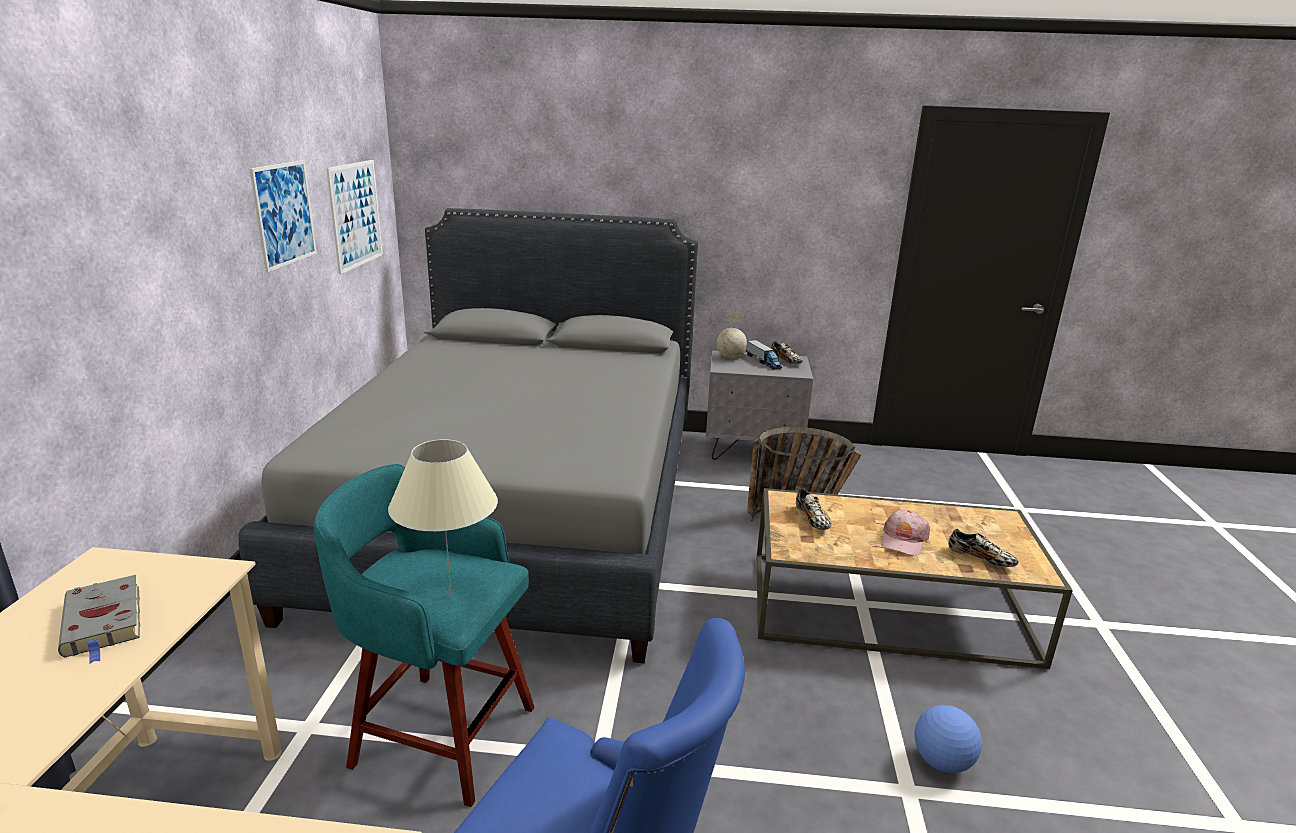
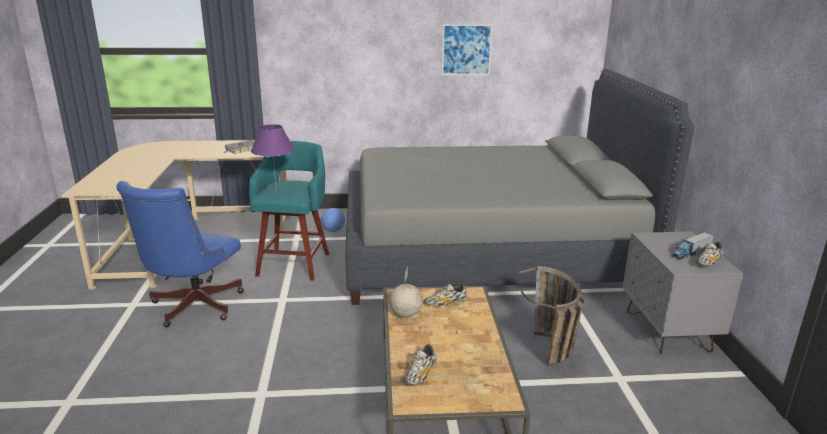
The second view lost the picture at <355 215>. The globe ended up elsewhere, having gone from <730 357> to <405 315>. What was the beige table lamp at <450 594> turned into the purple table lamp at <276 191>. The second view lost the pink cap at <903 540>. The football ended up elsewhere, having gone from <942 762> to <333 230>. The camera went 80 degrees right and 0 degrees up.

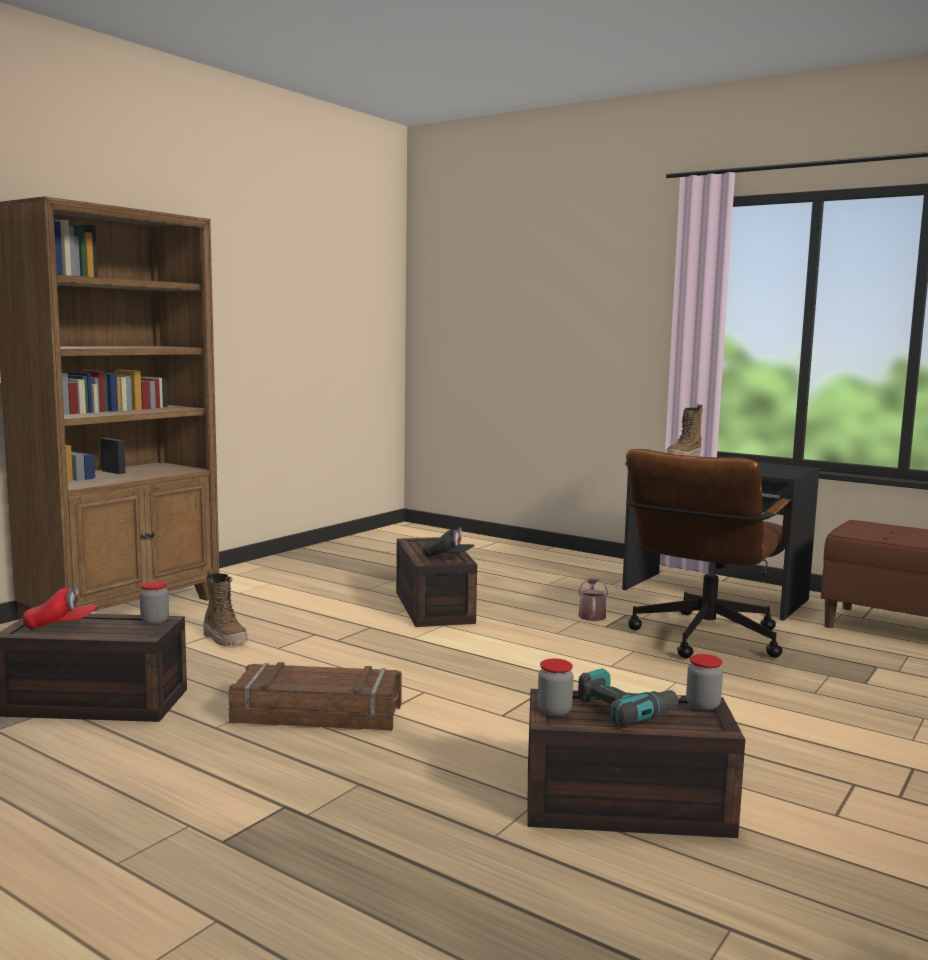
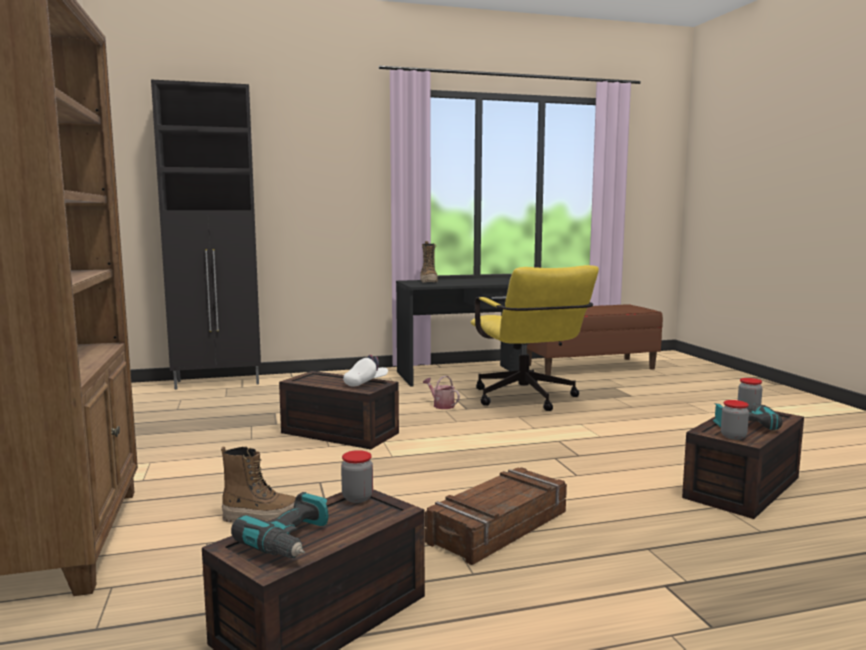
What was the brown office chair at <702 641> turned into the yellow office chair at <527 400>. What was the black cap at <448 557> turned into the white cap at <365 383>. Where the red cap stood at <61 626>, the power drill came to stand at <292 540>. The second view gained the black cabinet at <219 383>. The camera went 50 degrees left and 0 degrees up.

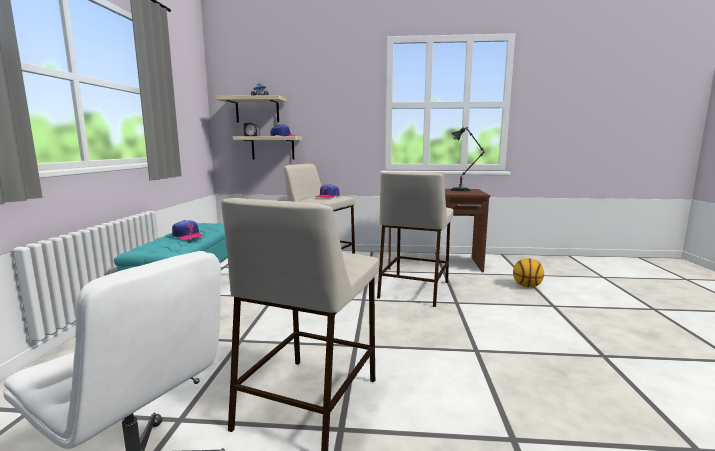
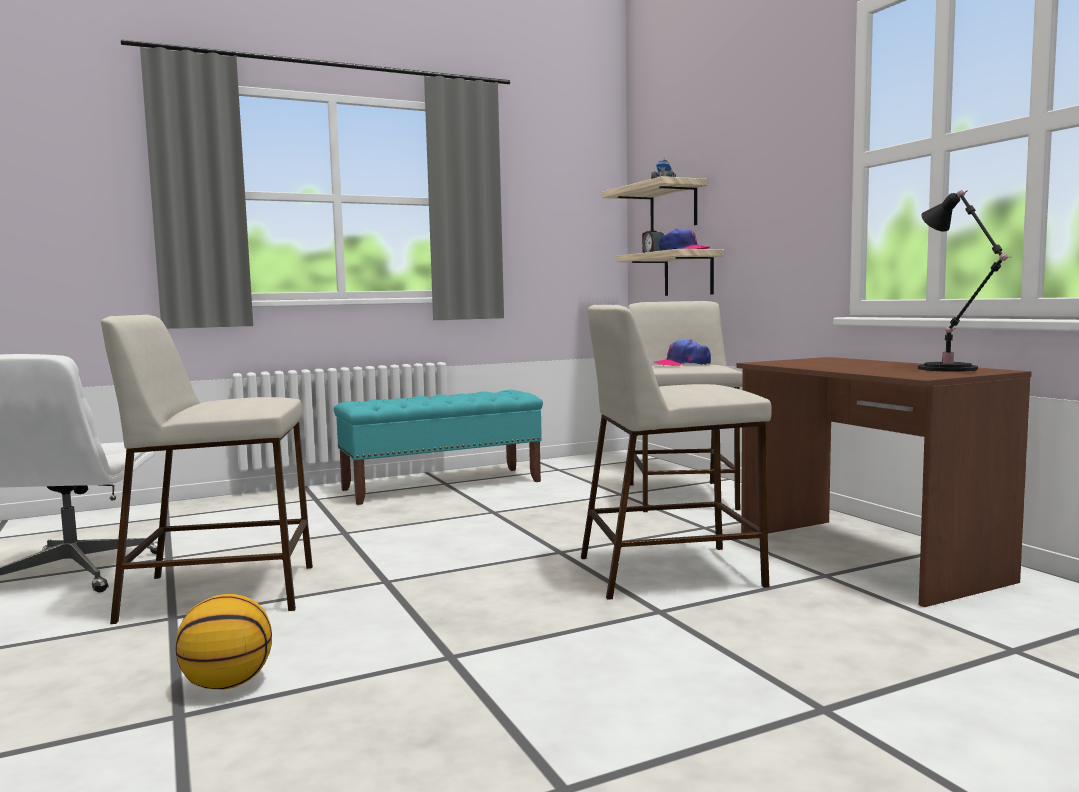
The second view lost the cap at <188 236>. The basketball ended up elsewhere, having gone from <527 286> to <228 684>. The camera went 60 degrees right and 5 degrees down.

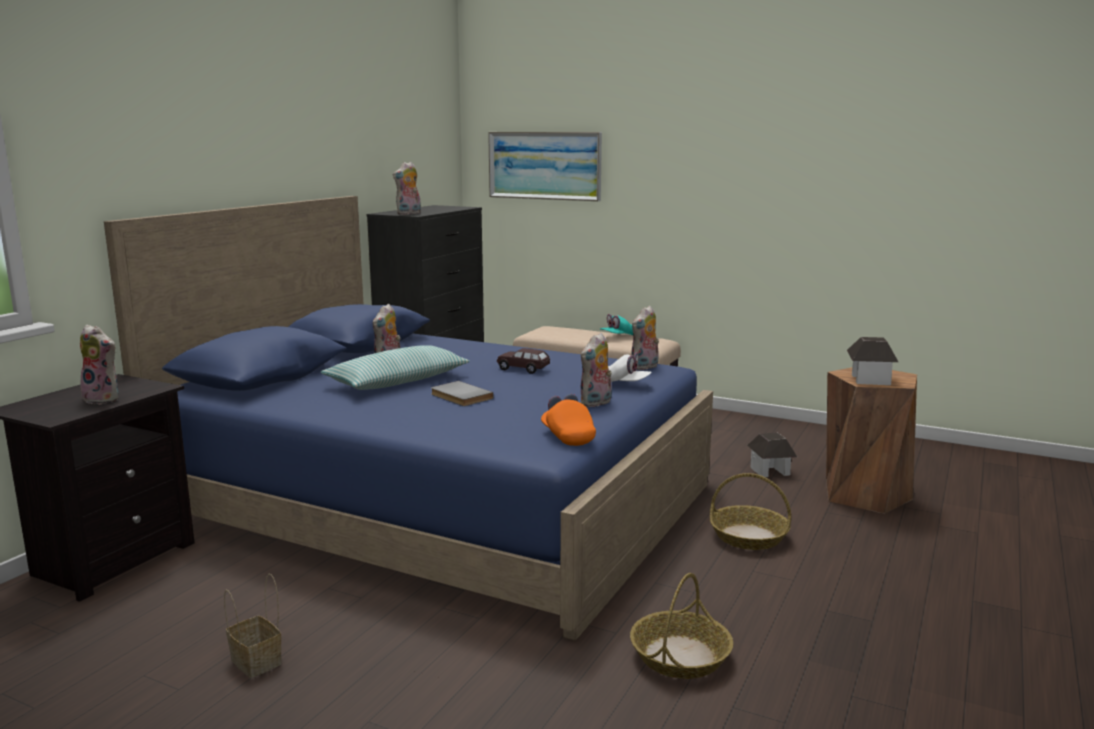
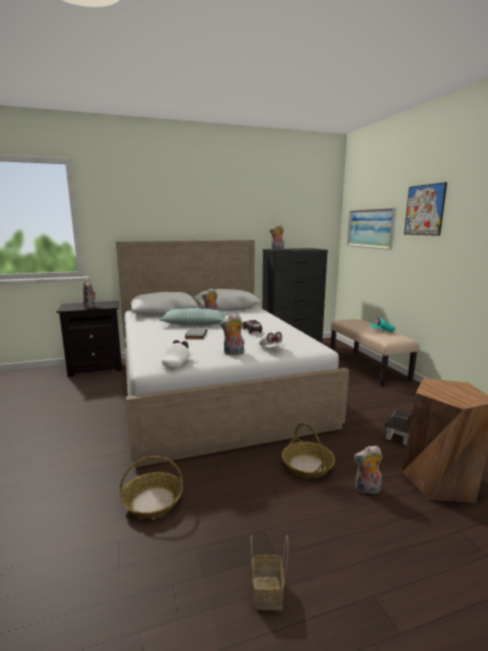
What was the blue bed at <440 501> turned into the white bed at <213 386>. The plush toy ended up elsewhere, having gone from <645 367> to <367 490>. The second view lost the toy house at <869 379>. What was the orange cap at <567 436> turned into the white cap at <177 363>. The basket ended up elsewhere, having gone from <258 662> to <268 594>. The second view gained the picture at <424 210>. The camera went 45 degrees right and 0 degrees up.

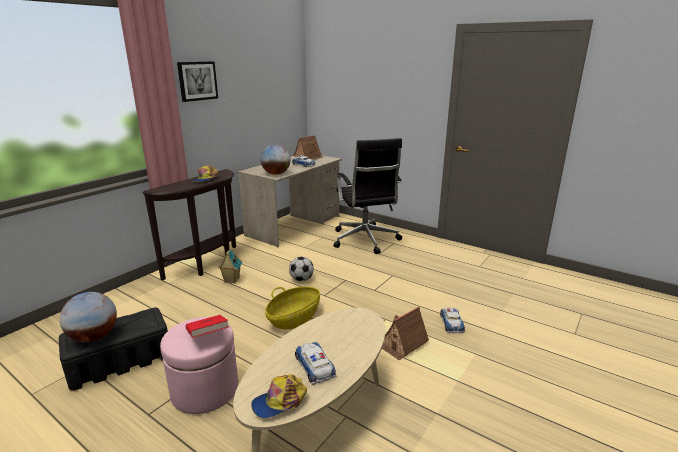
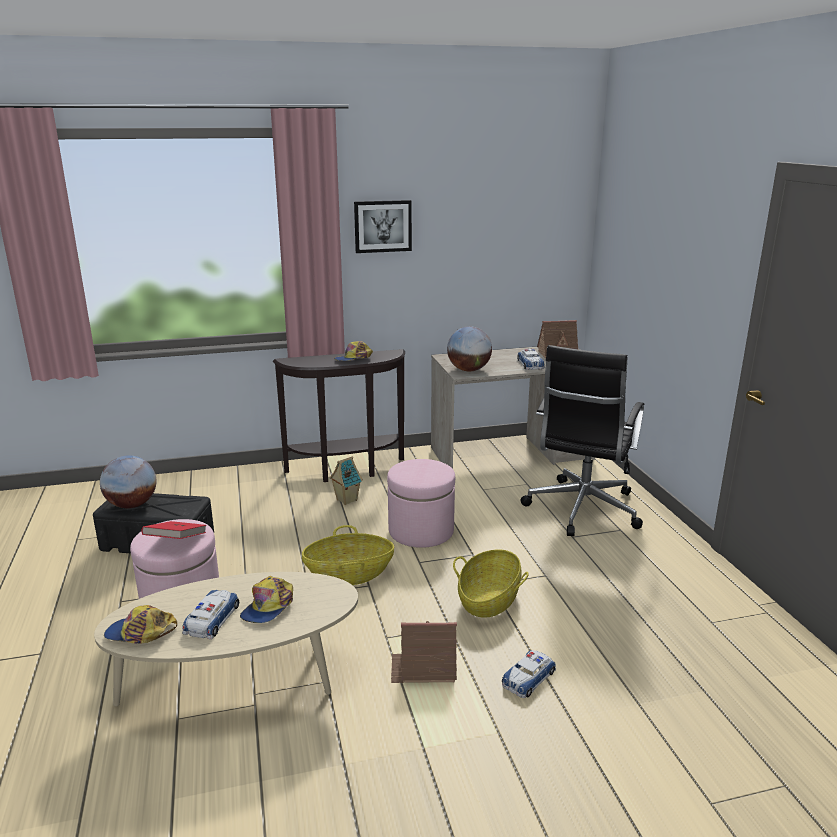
Where the football stood at <301 279>, the pink ottoman came to stand at <421 531>. The second view gained the basket at <489 599>. The second view gained the cap at <268 607>. The camera went 40 degrees right and 0 degrees up.

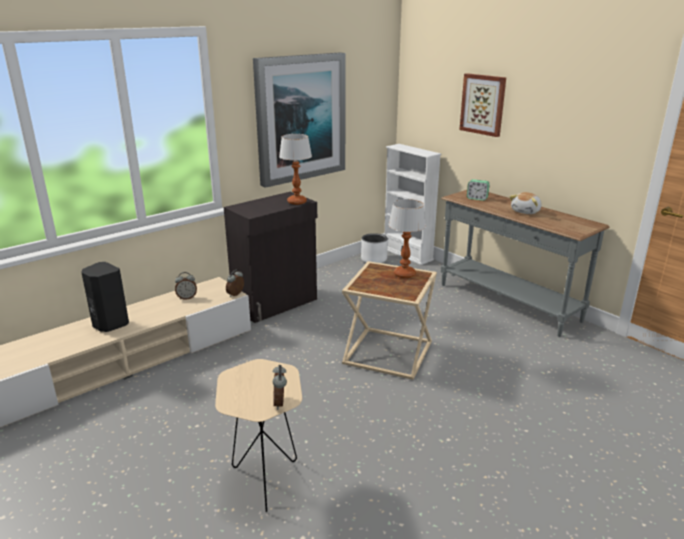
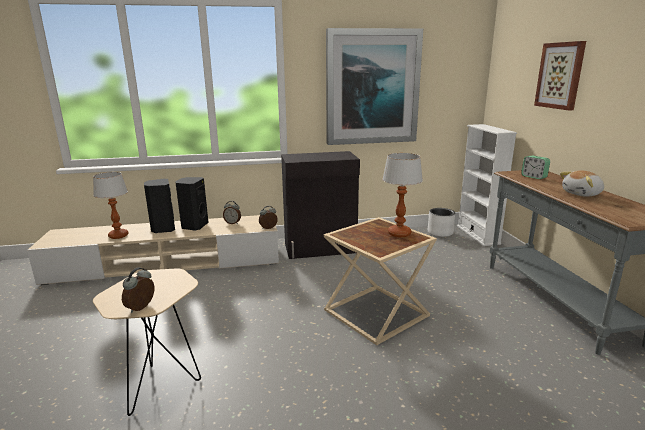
The table lamp ended up elsewhere, having gone from <297 202> to <119 236>. The second view gained the black speaker at <194 226>. The camera went 30 degrees right and 5 degrees down.

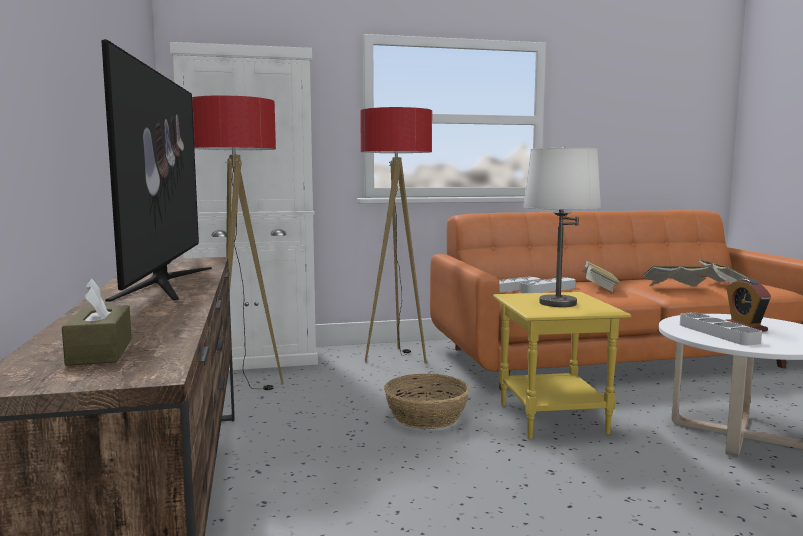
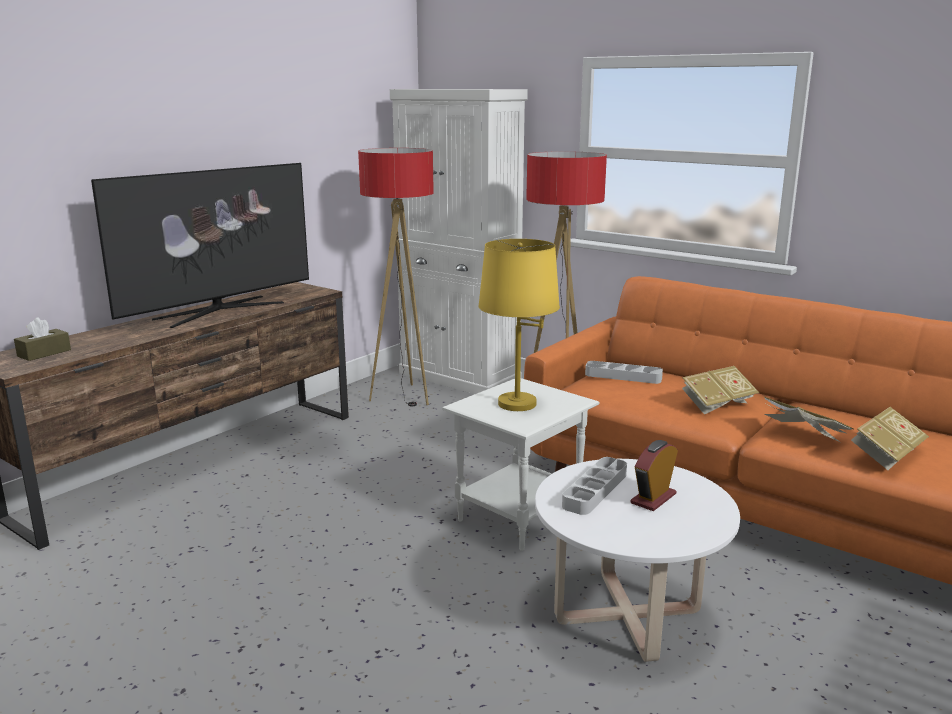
What was the white table lamp at <558 303> turned into the yellow table lamp at <516 404>. The second view lost the grey tray at <547 289>. What was the yellow side table at <553 419> turned into the white side table at <518 518>. The second view lost the basket at <427 416>. The camera went 50 degrees right and 10 degrees up.

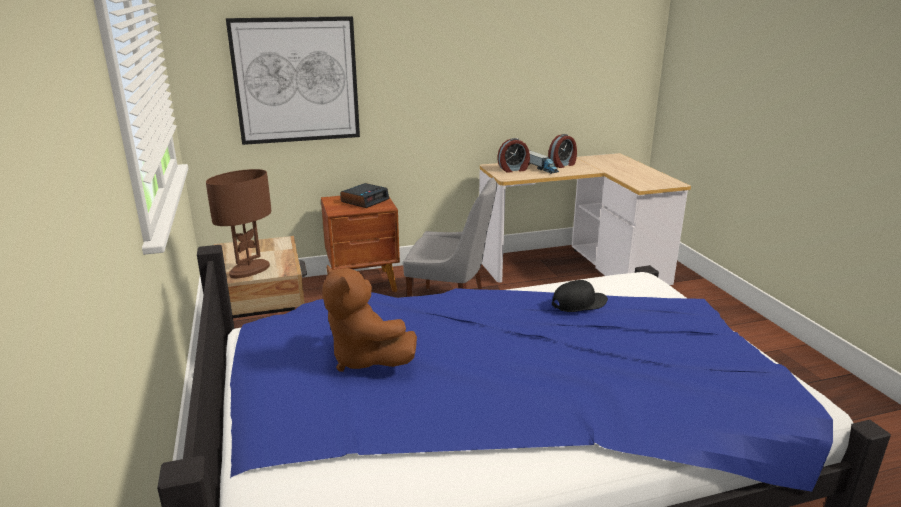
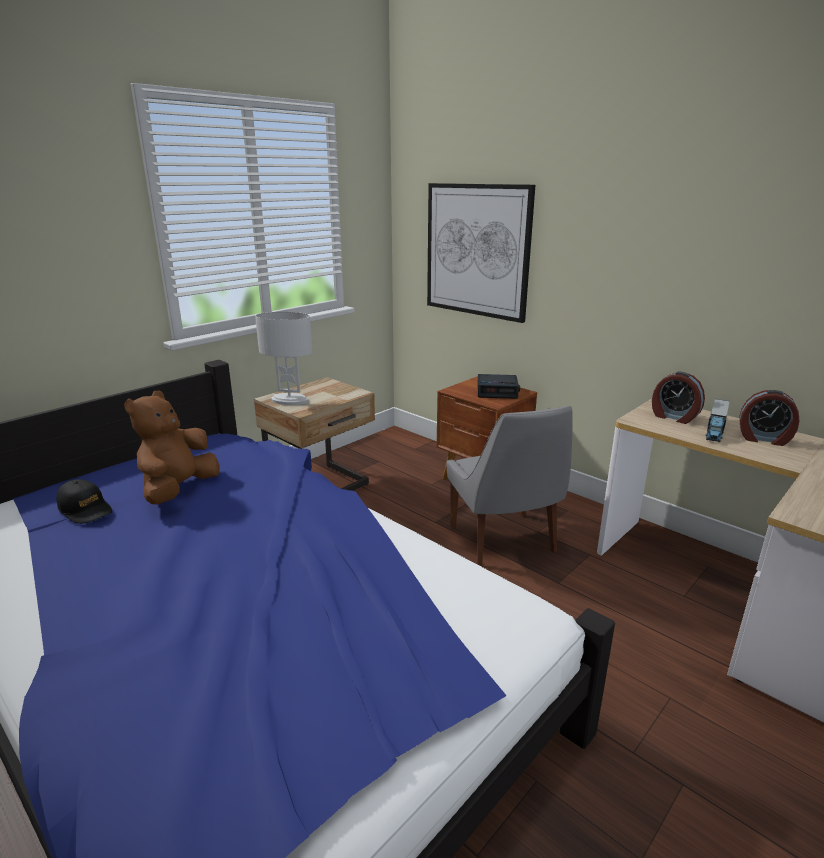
What was the brown table lamp at <250 270> turned into the white table lamp at <289 401>. The black cap ended up elsewhere, having gone from <579 303> to <85 509>. The camera went 60 degrees right and 0 degrees up.

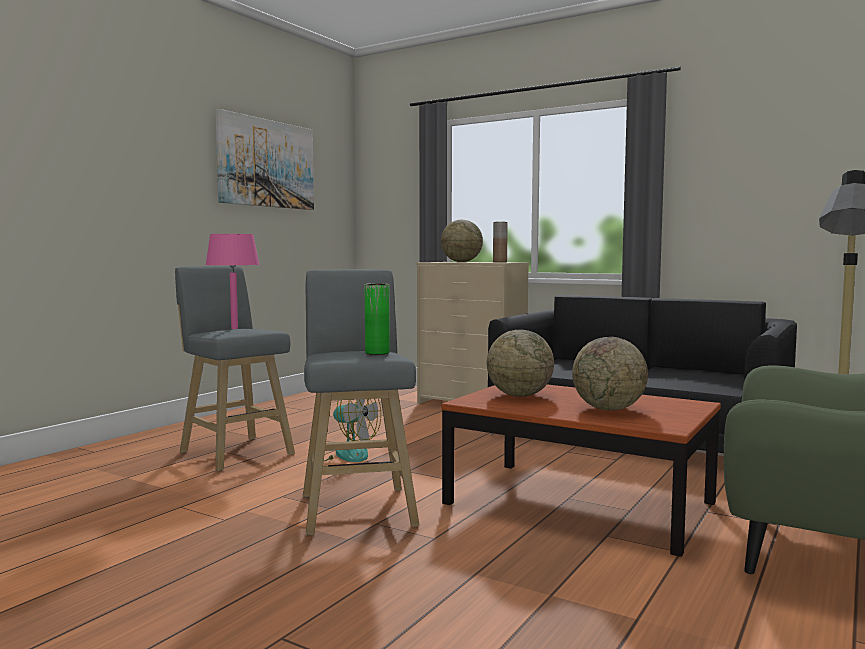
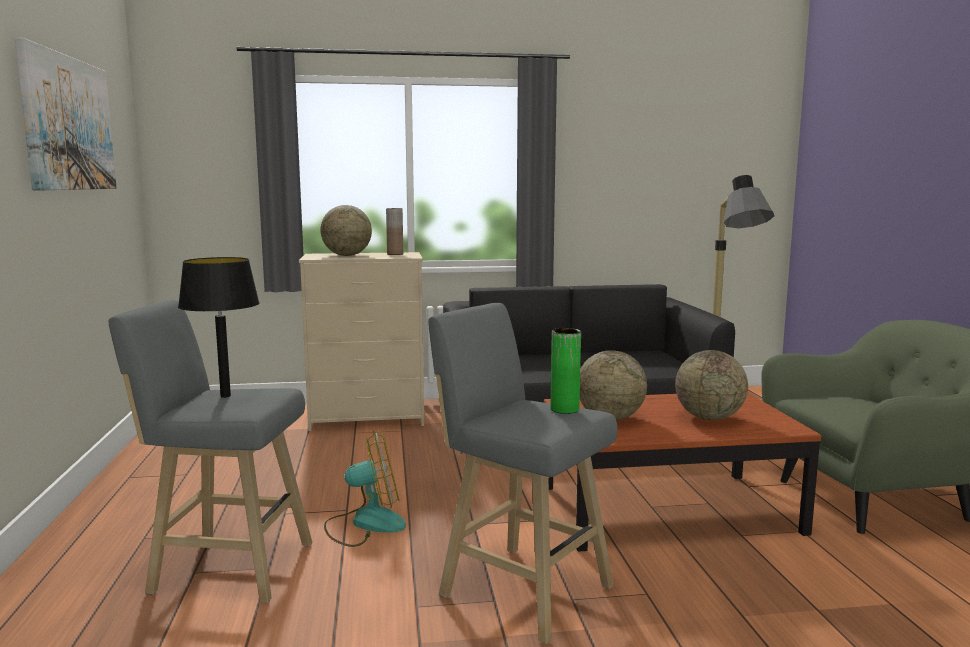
What was the pink table lamp at <234 328> turned into the black table lamp at <226 396>. The camera went 40 degrees left and 5 degrees up.

